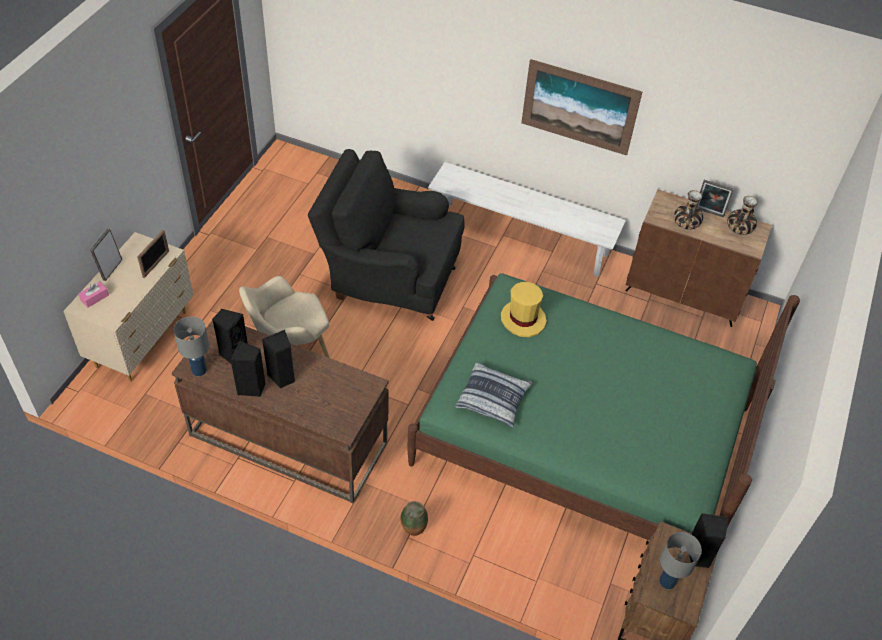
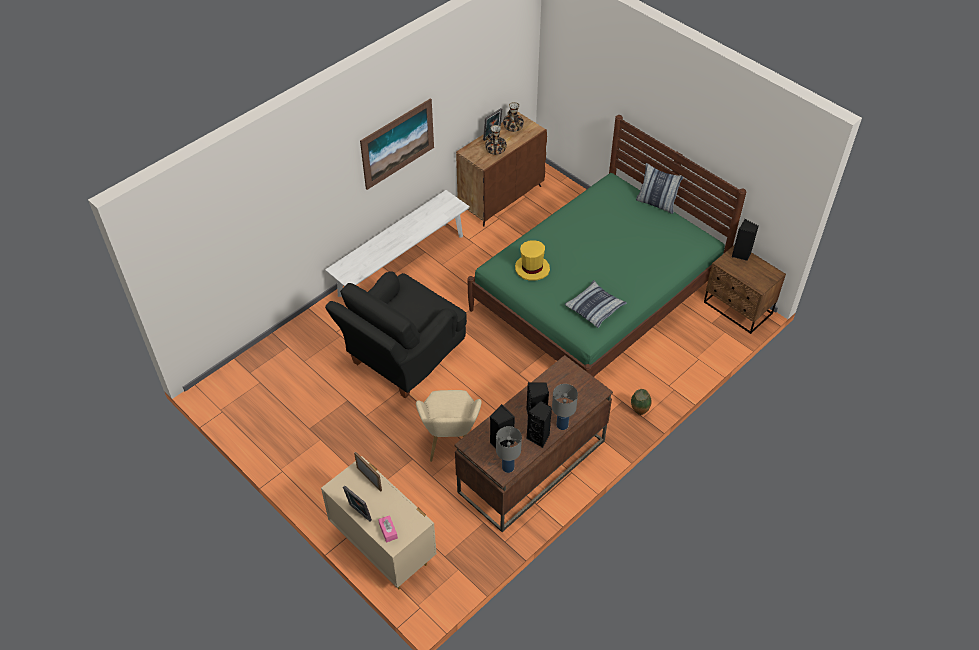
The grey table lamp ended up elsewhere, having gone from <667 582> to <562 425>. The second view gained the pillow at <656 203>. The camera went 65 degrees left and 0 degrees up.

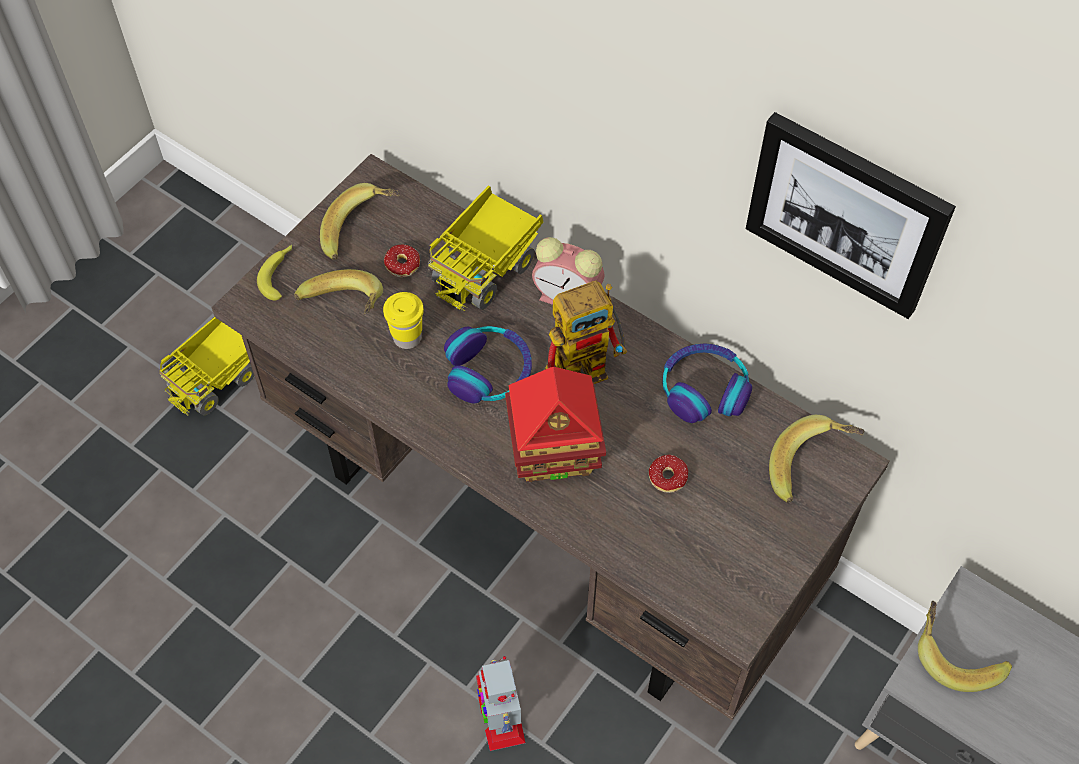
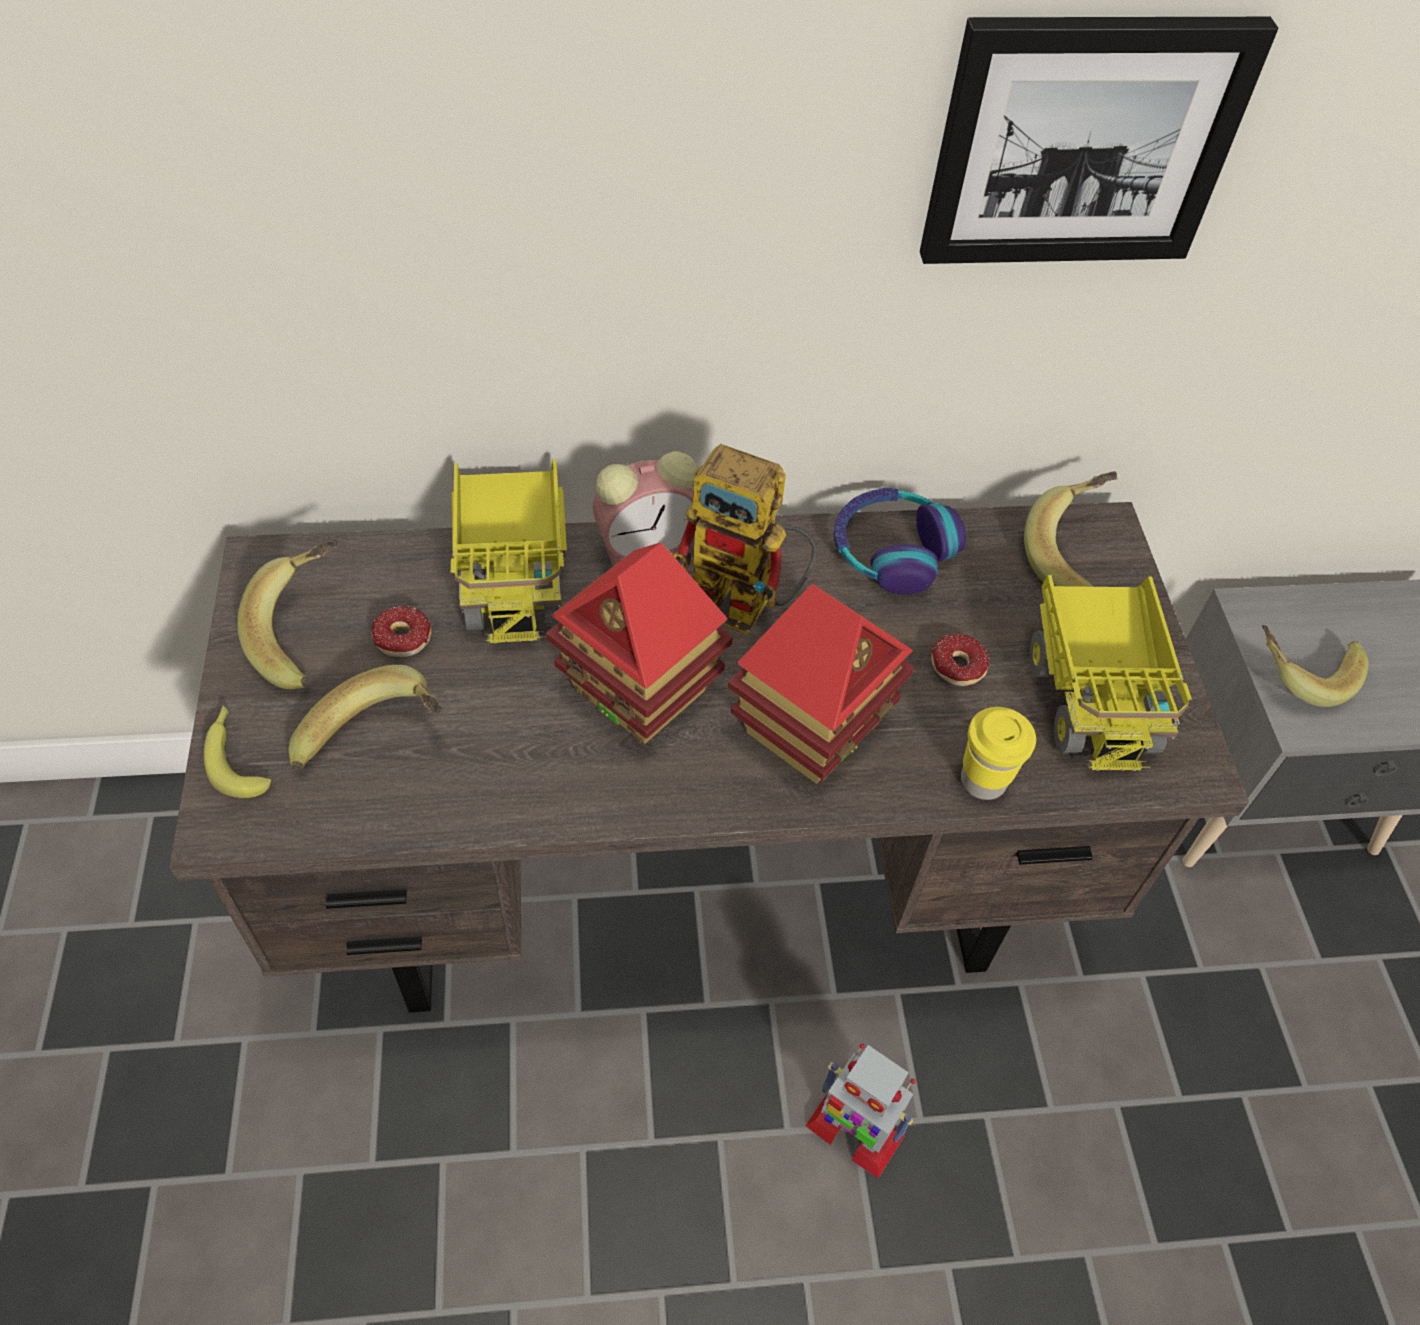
The toy robot at <589 365> ended up facing another way, 90 degrees clockwise from before. The yellow cup ended up elsewhere, having gone from <407 337> to <983 781>. The toy truck ended up elsewhere, having gone from <217 378> to <1092 695>. Where the headphones stood at <489 371>, the toy house came to stand at <640 690>. The camera went 45 degrees left and 5 degrees down.

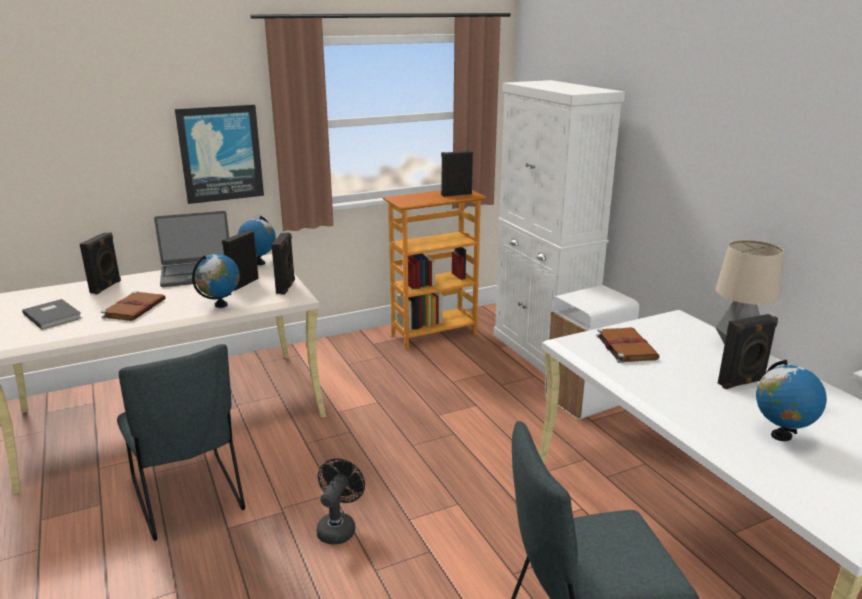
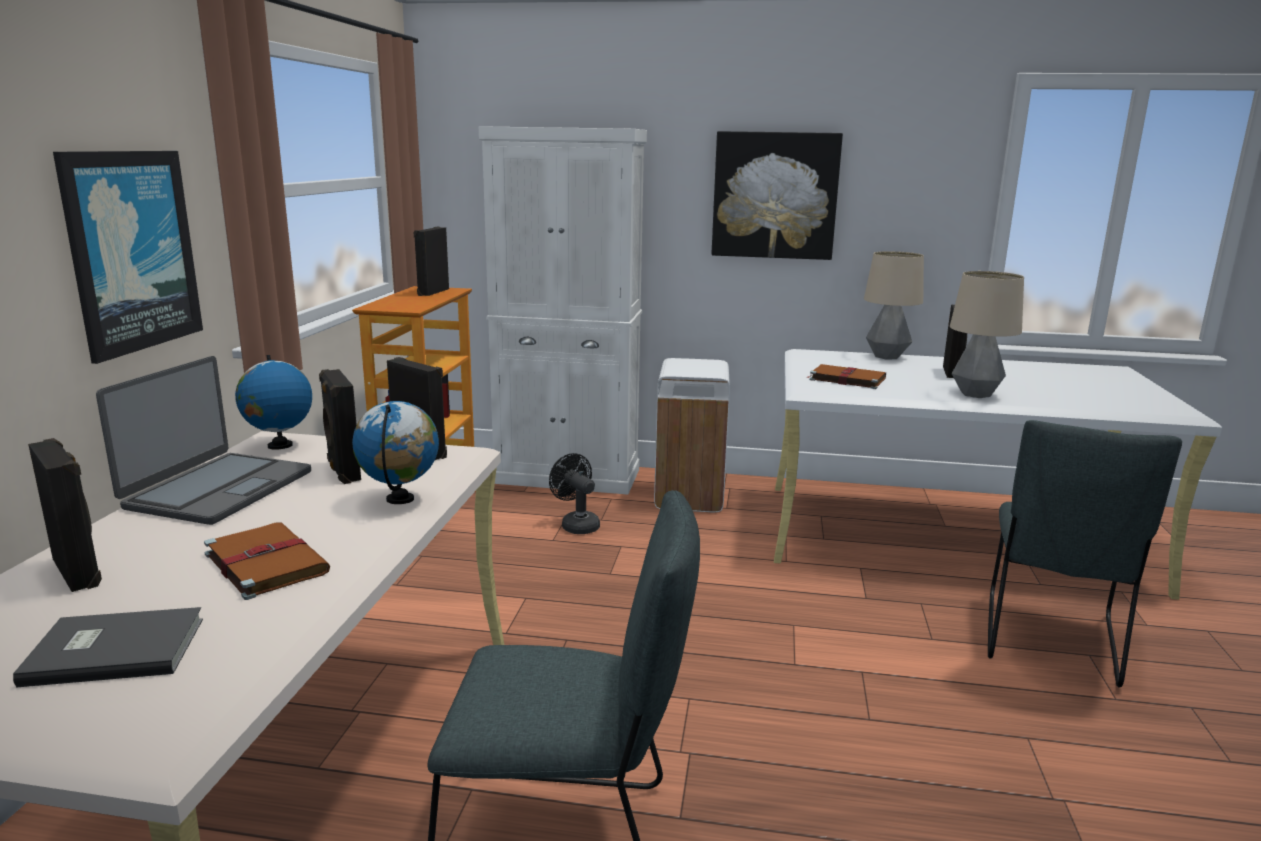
The second view lost the globe at <781 436>. The black fan ended up elsewhere, having gone from <338 527> to <576 524>. The second view gained the picture at <775 195>. The second view gained the table lamp at <975 394>. The camera went 55 degrees left and 5 degrees down.

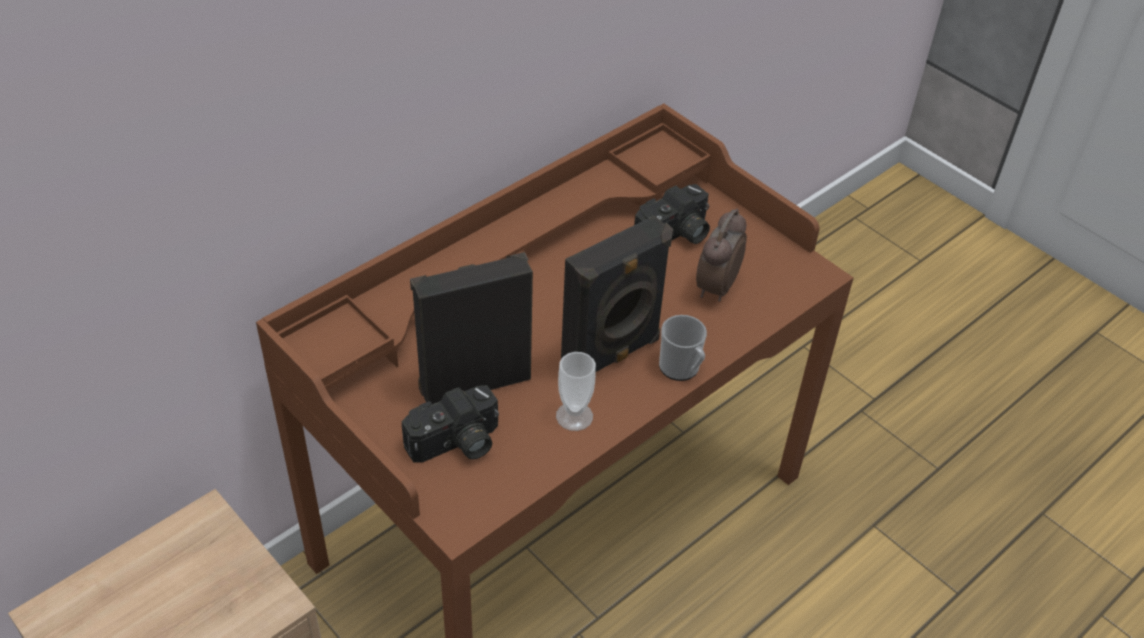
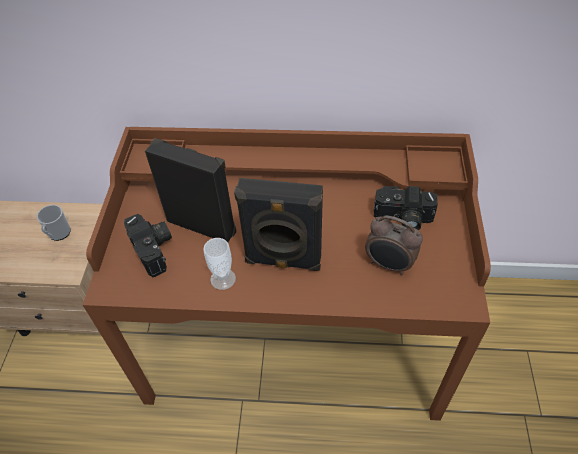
The alarm clock at <715 287> ended up facing another way, 135 degrees counterclockwise from before. The mug ended up elsewhere, having gone from <682 369> to <58 234>. The photo camera at <456 444> ended up facing another way, 135 degrees counterclockwise from before. The camera went 50 degrees right and 5 degrees up.

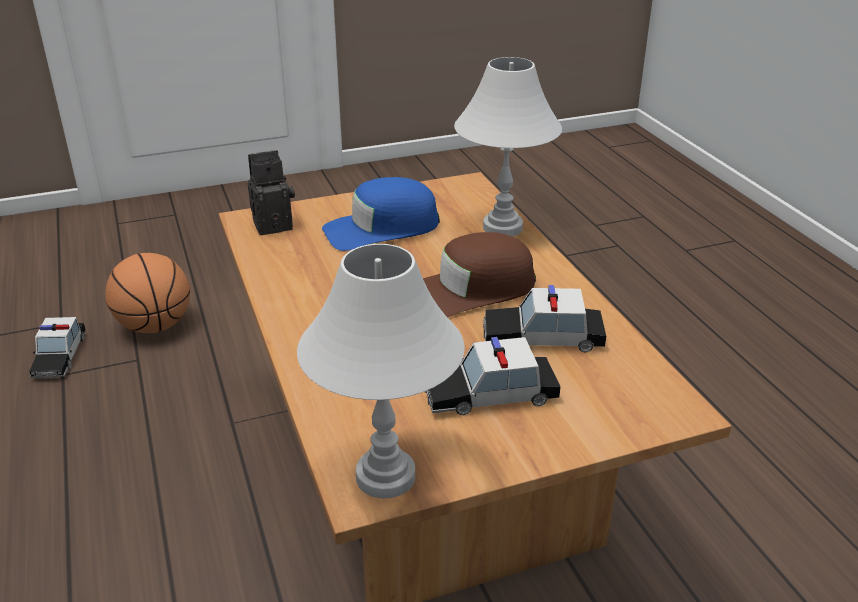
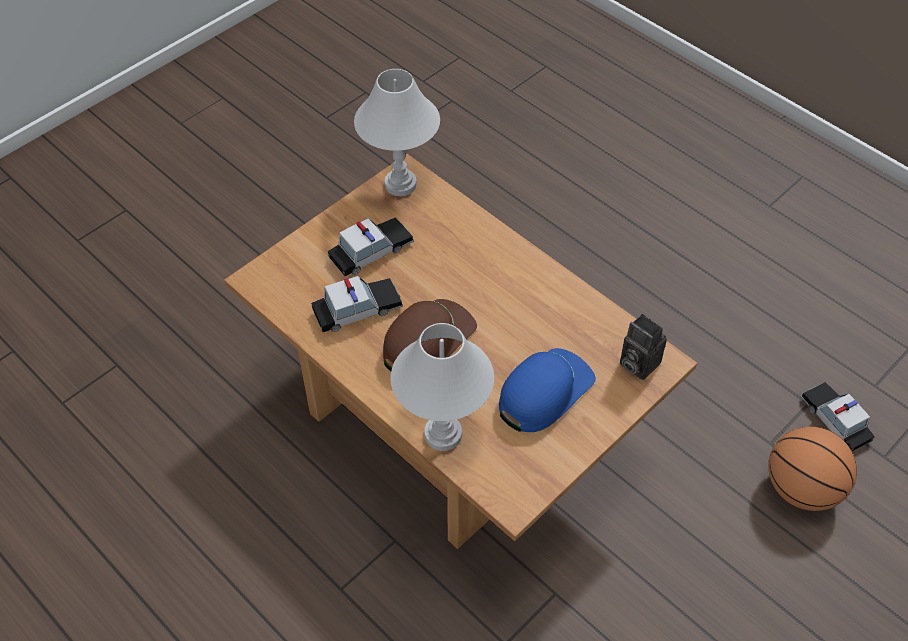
The photo camera at <274 224> ended up facing another way, 90 degrees clockwise from before. The camera went 155 degrees right and 20 degrees up.

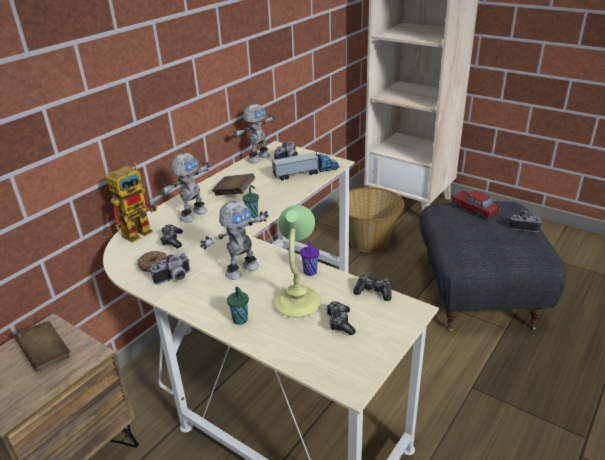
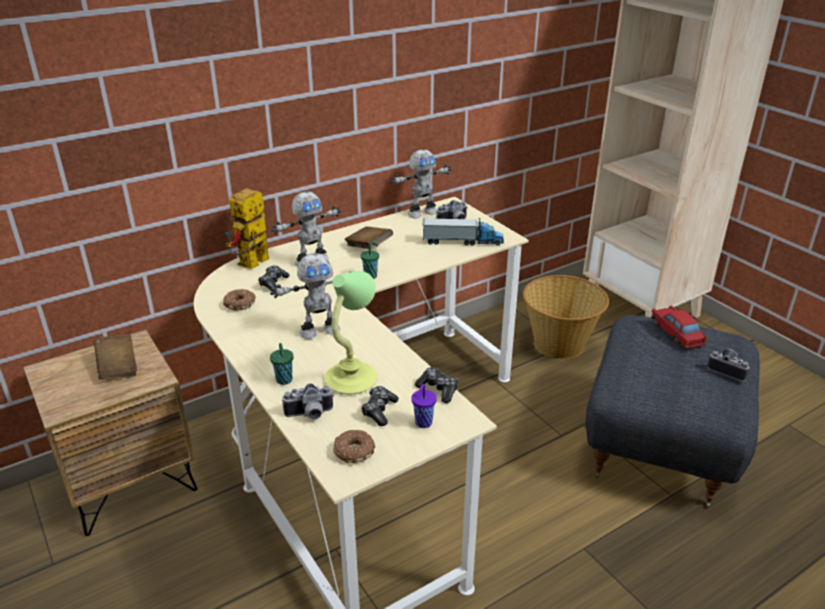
The toy robot at <141 230> ended up facing another way, 150 degrees clockwise from before. The purple cup ended up elsewhere, having gone from <310 273> to <423 423>. The photo camera ended up elsewhere, having gone from <174 279> to <309 415>. The second view gained the donut at <353 451>. The camera went 20 degrees right and 0 degrees up.

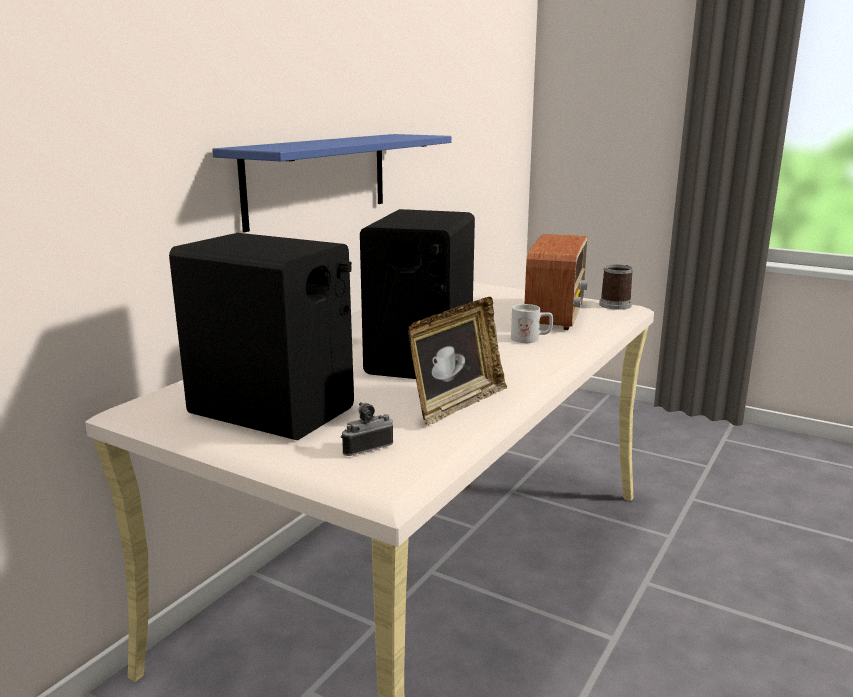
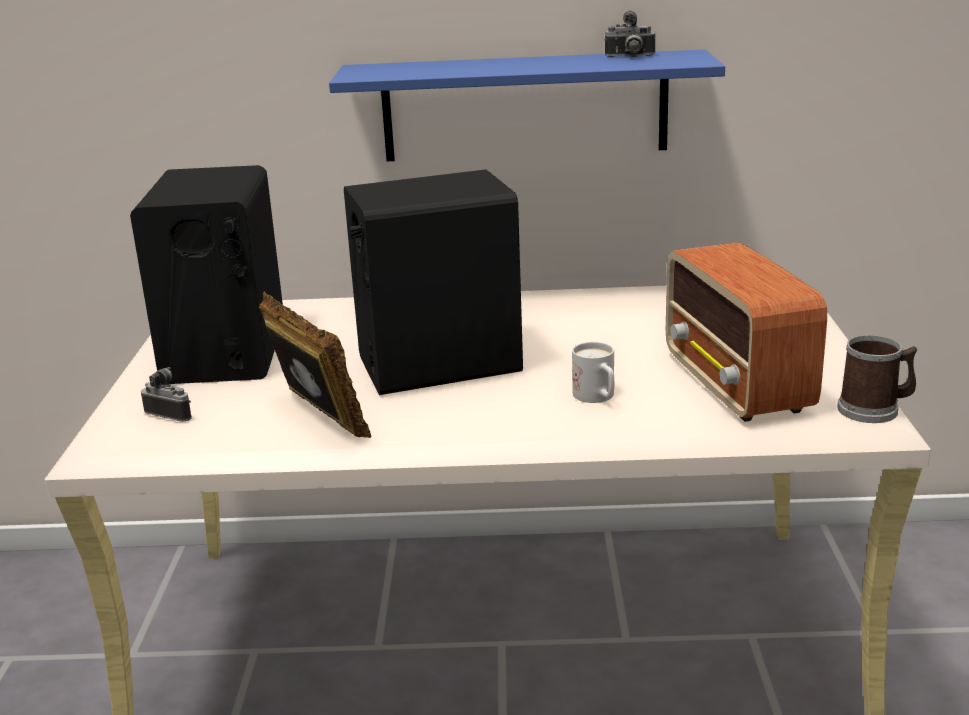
The radio at <555 314> ended up facing another way, 90 degrees clockwise from before. The picture frame at <456 404> ended up facing another way, 135 degrees counterclockwise from before. The second view gained the photo camera at <630 57>. The camera went 60 degrees right and 5 degrees up.

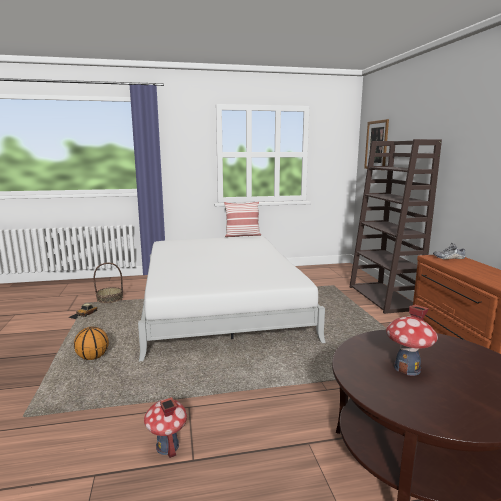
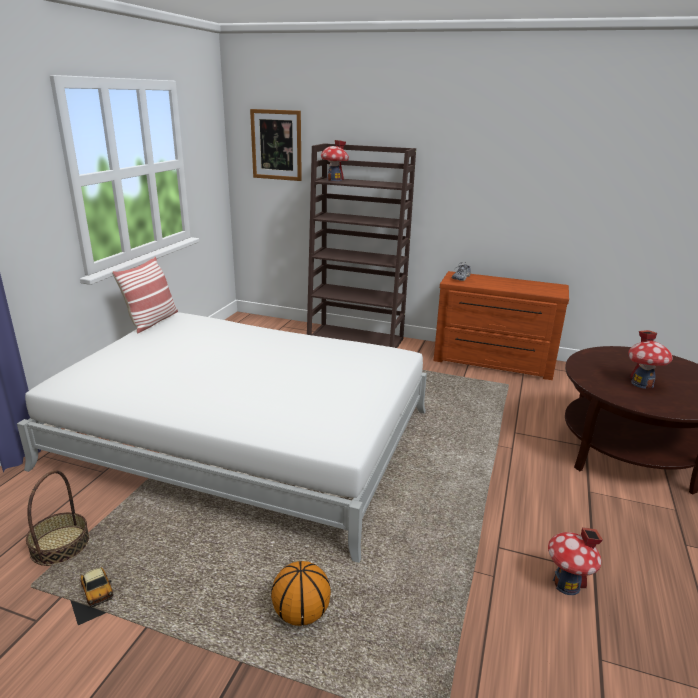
The second view gained the toy house at <334 180>. The camera went 60 degrees left and 10 degrees up.

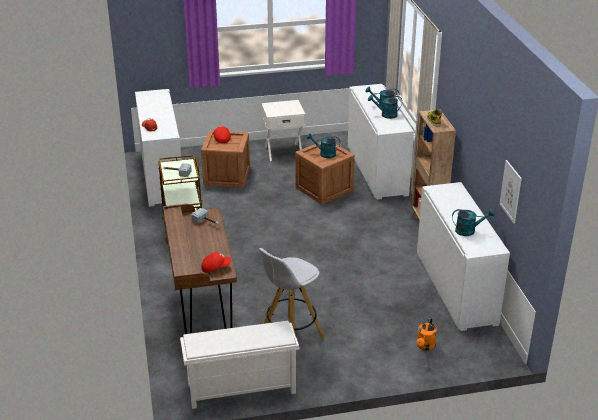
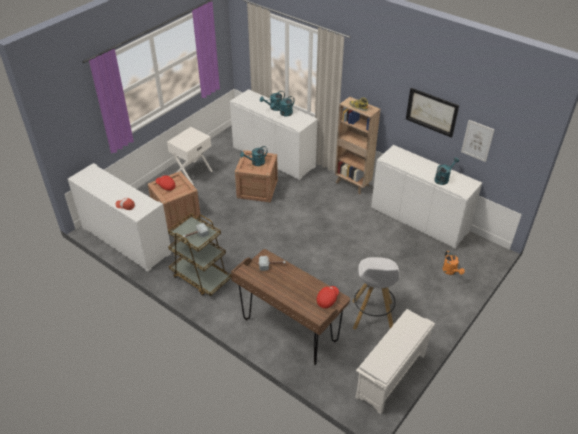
The second view gained the picture at <431 112>. The camera went 40 degrees left and 10 degrees up.

